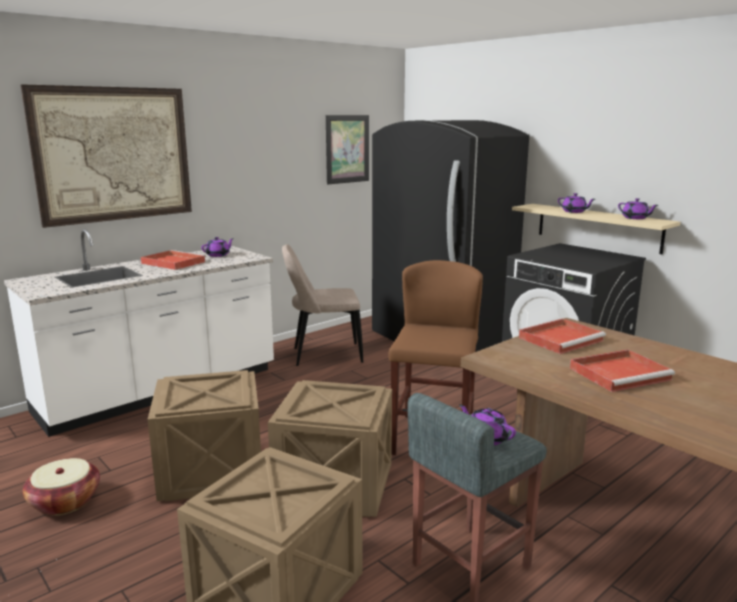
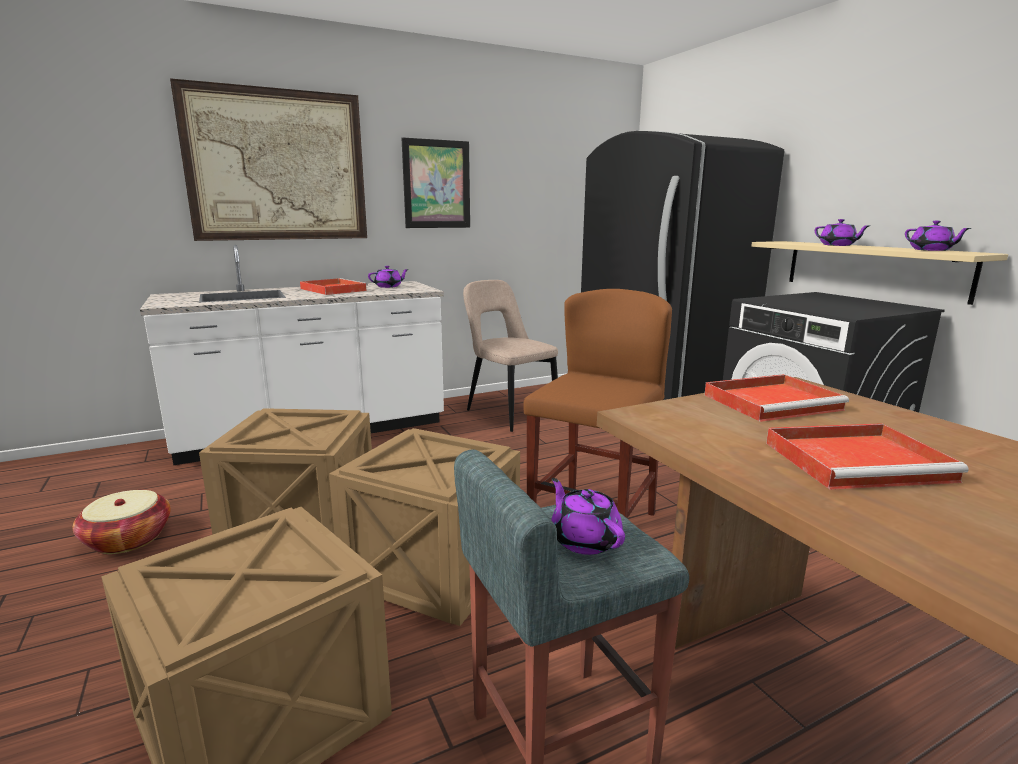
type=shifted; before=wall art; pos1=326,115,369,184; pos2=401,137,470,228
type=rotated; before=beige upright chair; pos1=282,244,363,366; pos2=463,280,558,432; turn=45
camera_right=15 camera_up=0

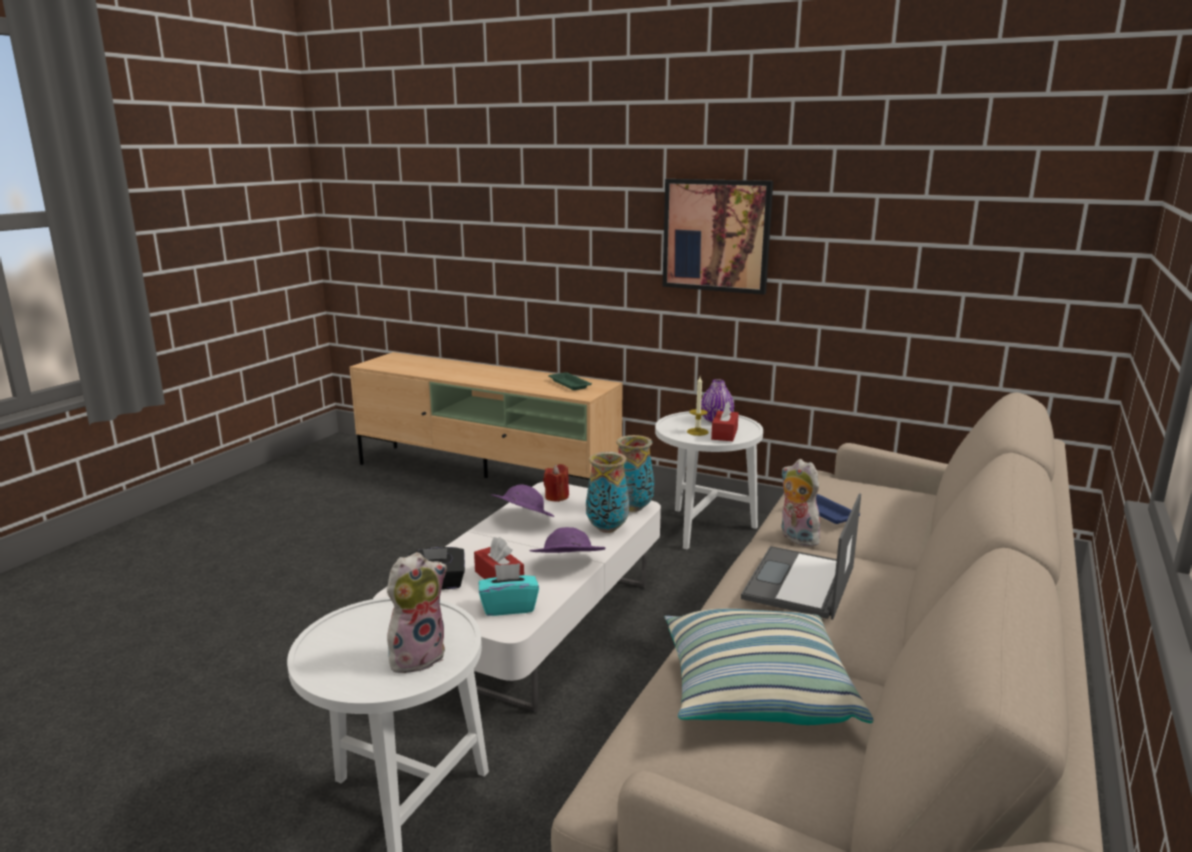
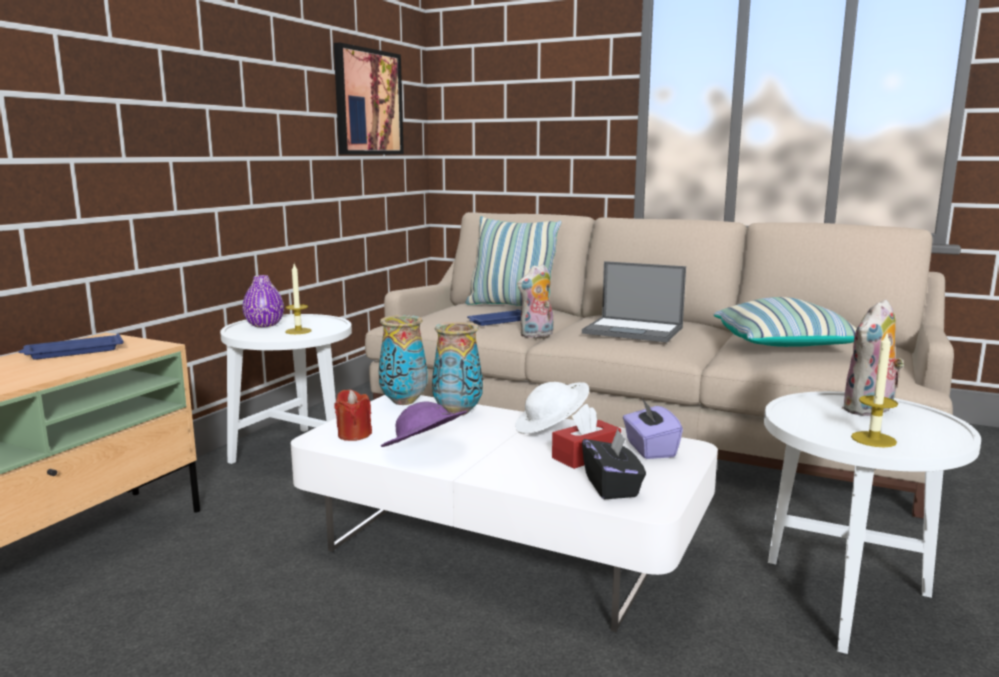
type=repainted; before=green-coloured serving tray; after=blue-coloured serving tray; pos1=548,372,592,390; pos2=19,334,124,360
type=shifted; before=wall art; pos1=663,179,773,295; pos2=334,43,404,155
type=new; after=throw pillow; pos2=466,216,562,306
type=repainted; before=purplish hat; after=white-coloured hat; pos1=530,527,606,553; pos2=515,382,589,434
type=repainted; before=turquoise-coloured tissue holder; after=purplish tissue holder; pos1=479,563,539,616; pos2=623,398,683,459
type=rotated; before=plush toy; pos1=387,552,447,673; pos2=842,299,904,416; turn=-90
type=new; after=candle; pos2=851,334,898,447
type=gone; before=reddish tissue holder; pos1=711,401,739,441
camera_right=-90 camera_up=-5

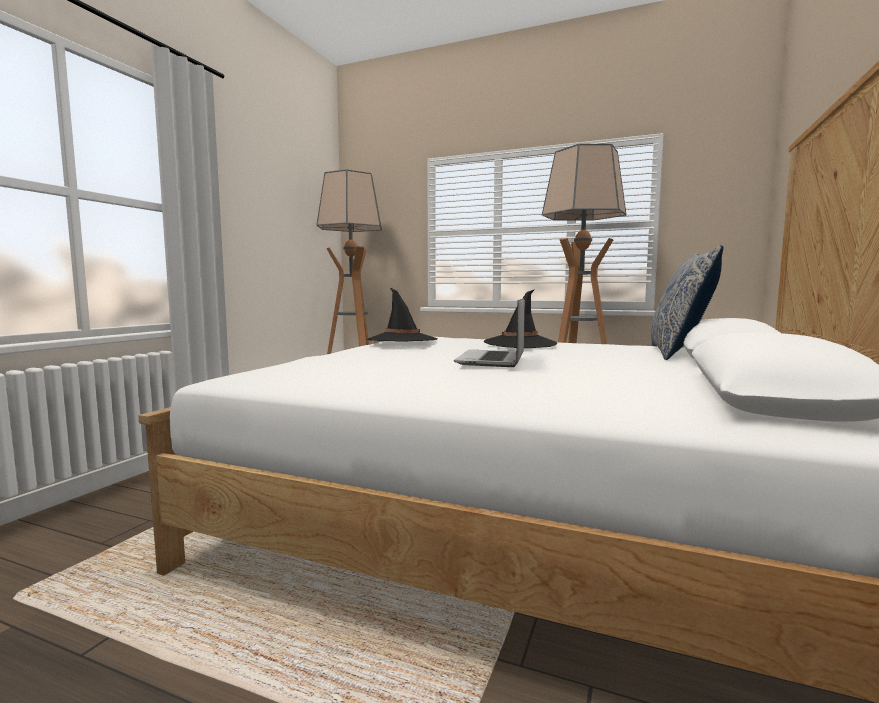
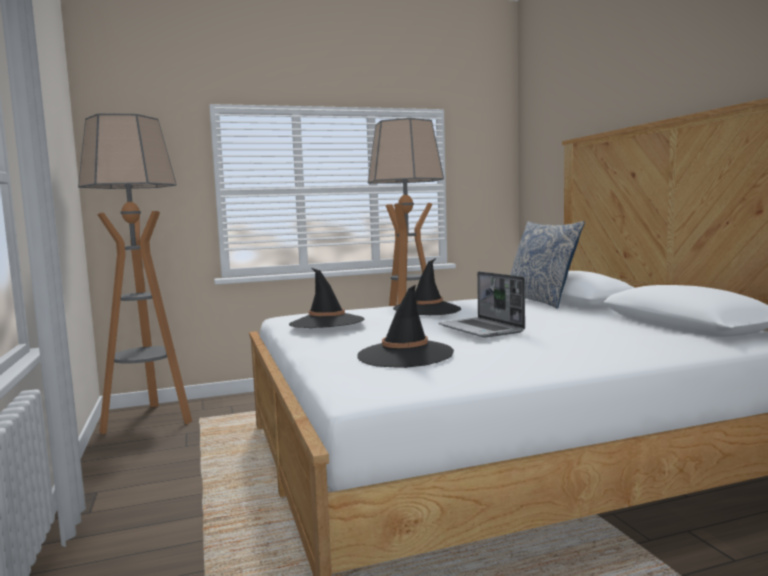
type=new; after=black hat; pos2=357,285,454,368
camera_right=-40 camera_up=0

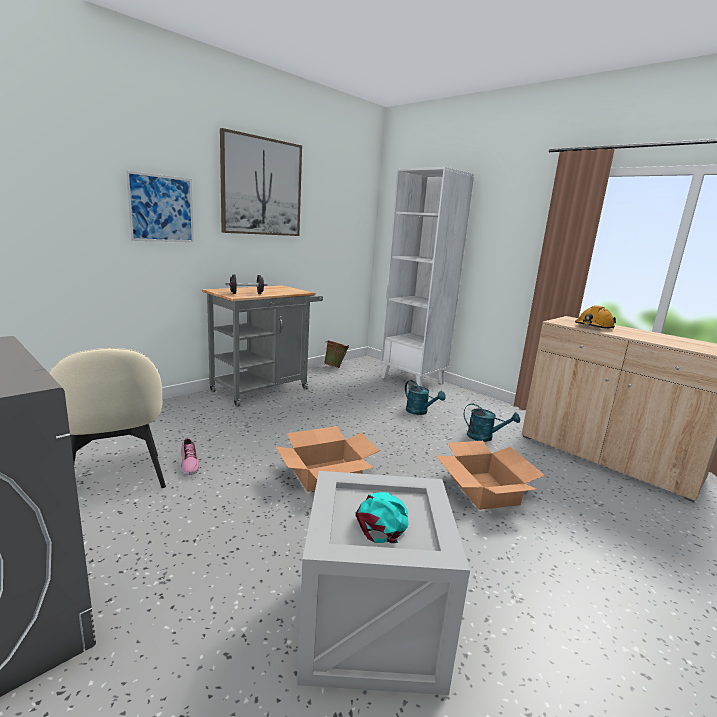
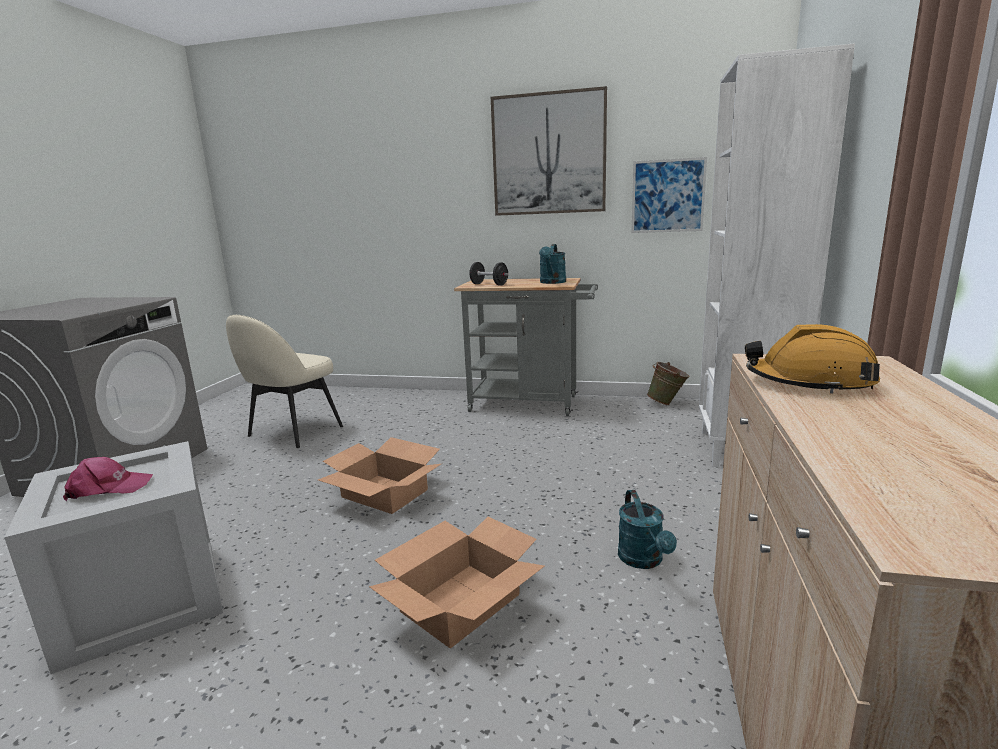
type=repainted; before=turquoise-coloured peaked cap; after=pinkish peaked cap; pos1=355,492,408,543; pos2=63,457,153,501
type=shifted; before=turquoise-coloured watering pot; pos1=405,380,446,415; pos2=539,244,566,284
type=shifted; before=wall art; pos1=126,171,194,242; pos2=632,157,707,233
type=gone; before=item of footwear; pos1=181,438,200,475
camera_right=60 camera_up=0

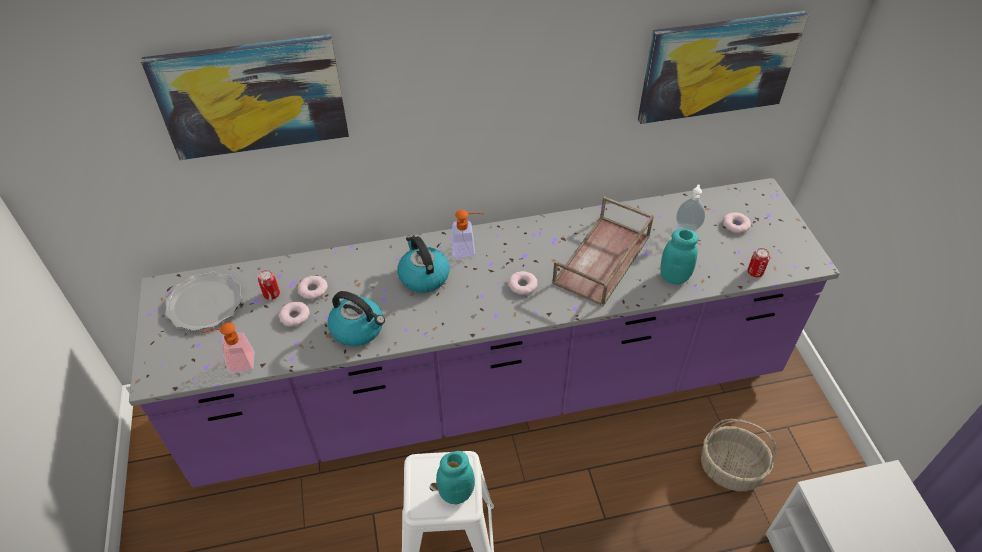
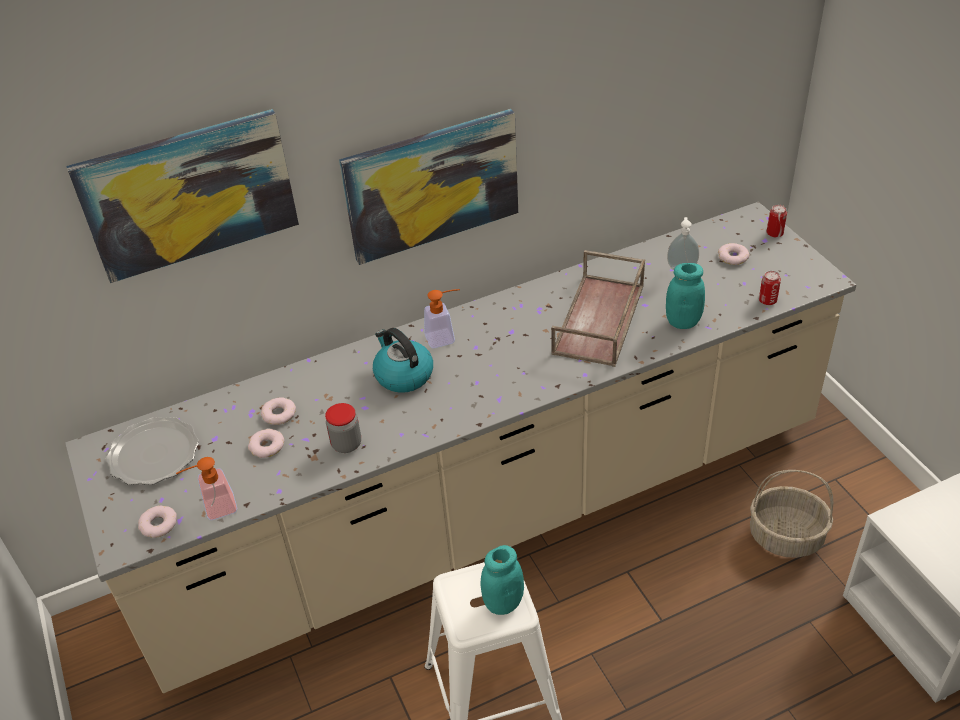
type=repainted; before=purplish counter; after=beige counter; pos1=129,178,840,487; pos2=65,202,856,693
type=shifted; before=donut; pos1=508,271,537,295; pos2=138,505,177,538
type=swapped; before=kettle; after=jar; pos1=328,291,385,346; pos2=325,403,361,453
type=shifted; before=wall art; pos1=638,11,809,124; pos2=339,109,518,265
type=shifted; before=sealed can; pos1=258,270,280,300; pos2=766,205,787,237
camera_right=-10 camera_up=-5

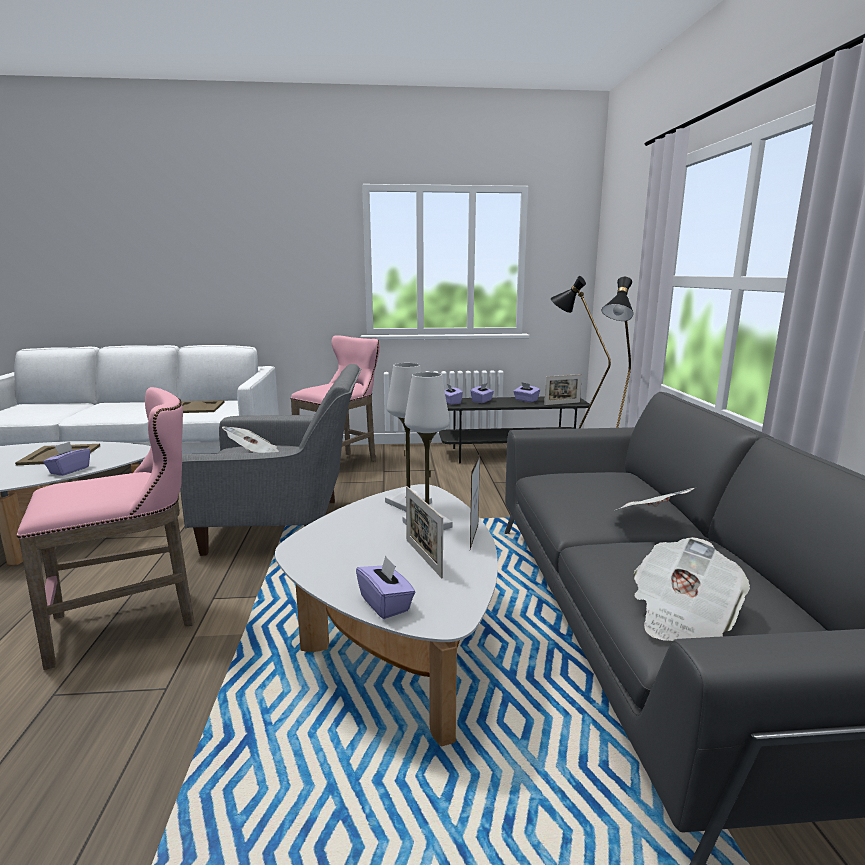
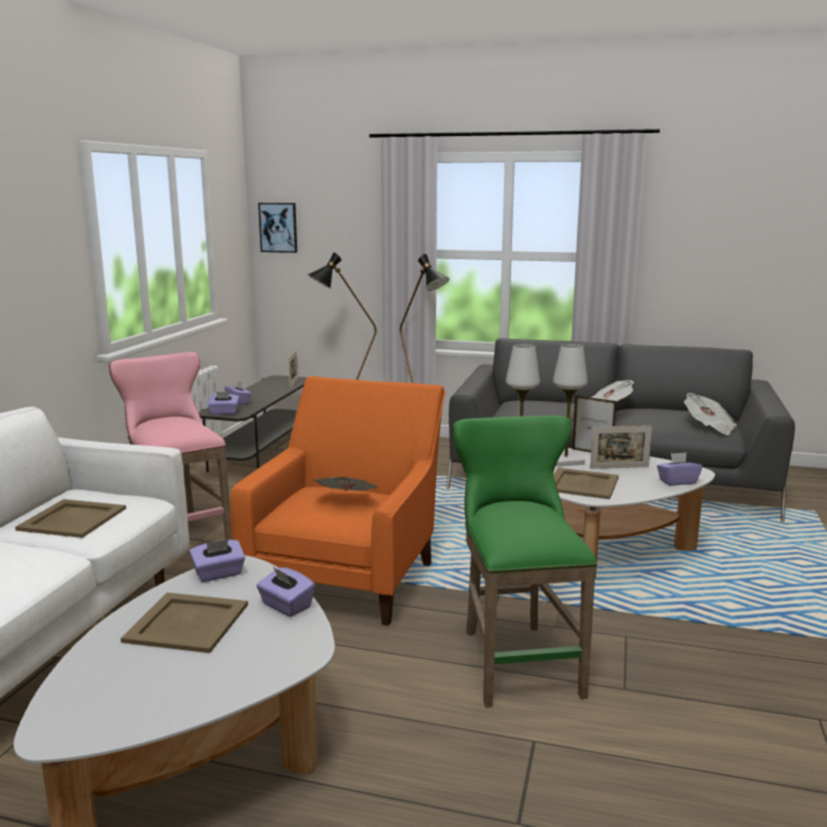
type=shifted; before=purplish tissue holder; pos1=513,382,540,402; pos2=189,540,245,582
type=repainted; before=greyish easy chair; after=orangey easy chair; pos1=180,364,361,556; pos2=230,376,446,626
type=new; after=wall art; pos2=258,203,297,253
type=repainted; before=pinkish stool seat; after=green-coloured stool seat; pos1=17,387,195,670; pos2=452,415,597,707
type=new; after=beige serving tray; pos2=553,468,619,499
camera_right=-70 camera_up=0

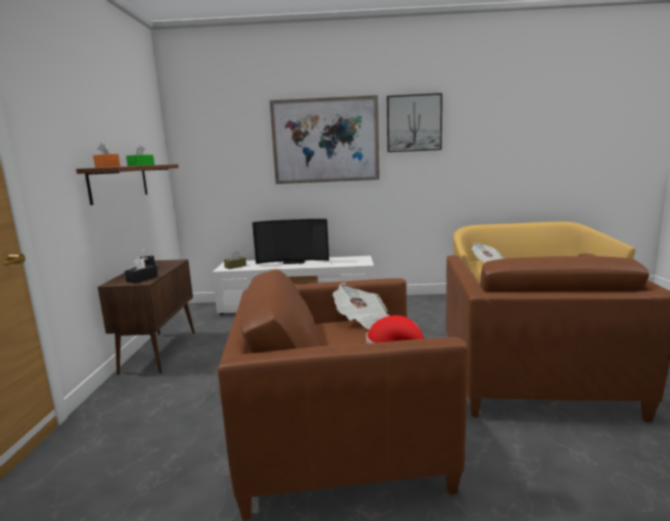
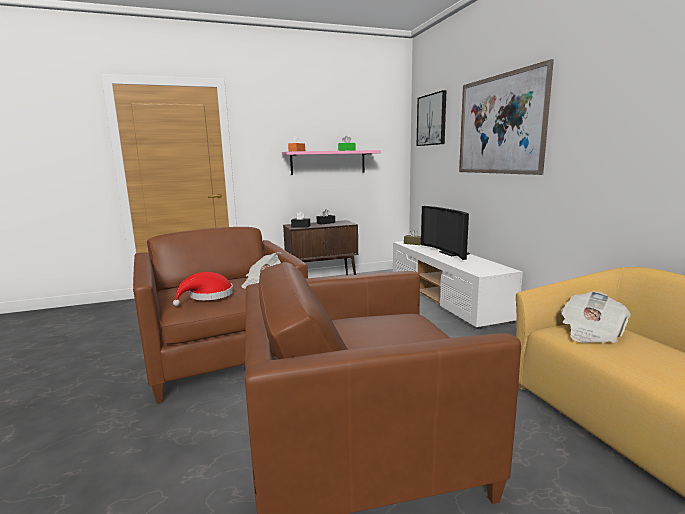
type=repainted; before=brown wall shelf; after=pinkish wall shelf; pos1=76,164,179,205; pos2=282,150,381,175
type=shifted; before=wall art; pos1=387,93,442,152; pos2=417,90,446,146
camera_right=70 camera_up=0

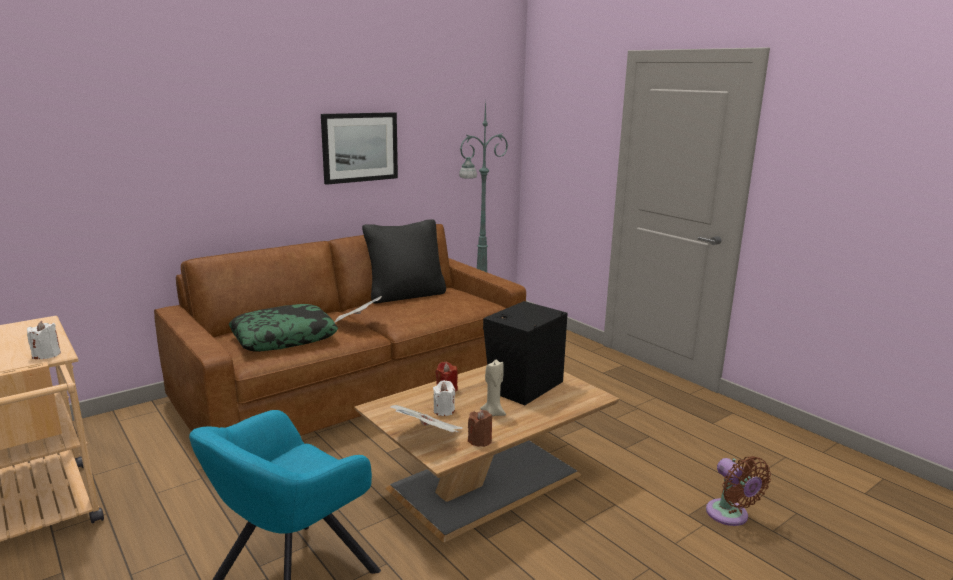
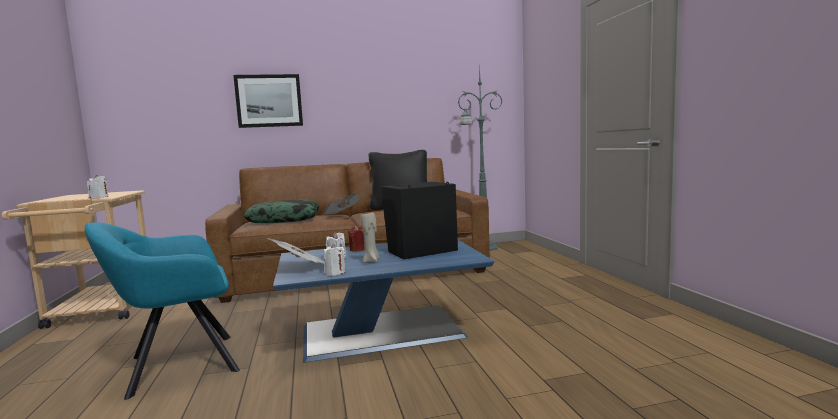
type=shifted; before=wall art; pos1=321,112,398,185; pos2=233,74,303,128
type=repainted; before=brown low table; after=blue-coloured low table; pos1=354,365,619,543; pos2=273,240,494,362
type=repainted; before=brown candle; after=white-coloured candle; pos1=468,410,492,447; pos2=323,244,345,276
type=gone; before=brown fan; pos1=706,456,771,526
camera_right=25 camera_up=-10

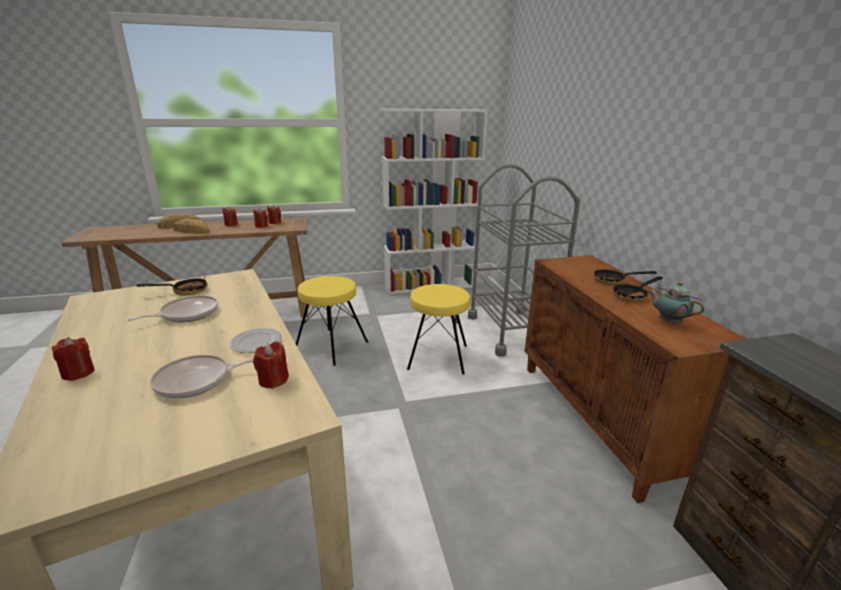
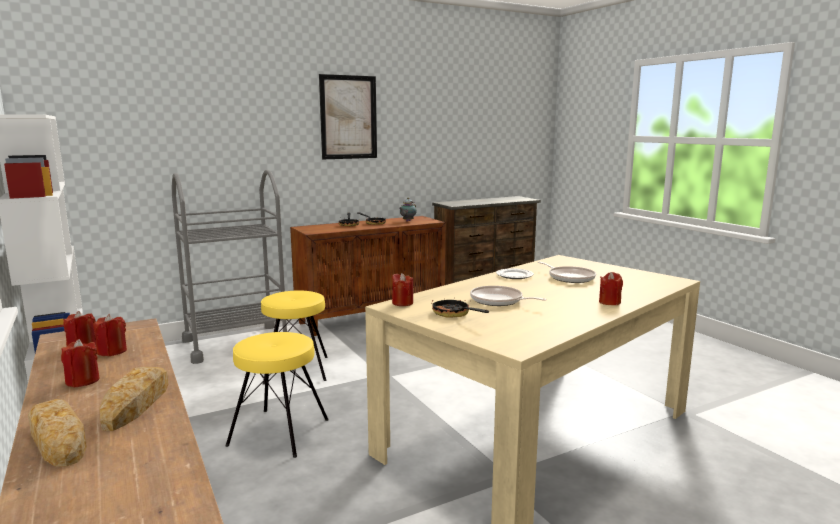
type=new; after=wall art; pos2=319,74,377,159
type=shifted; before=reddish candle; pos1=253,342,289,389; pos2=392,273,413,306
camera_right=-105 camera_up=-10

